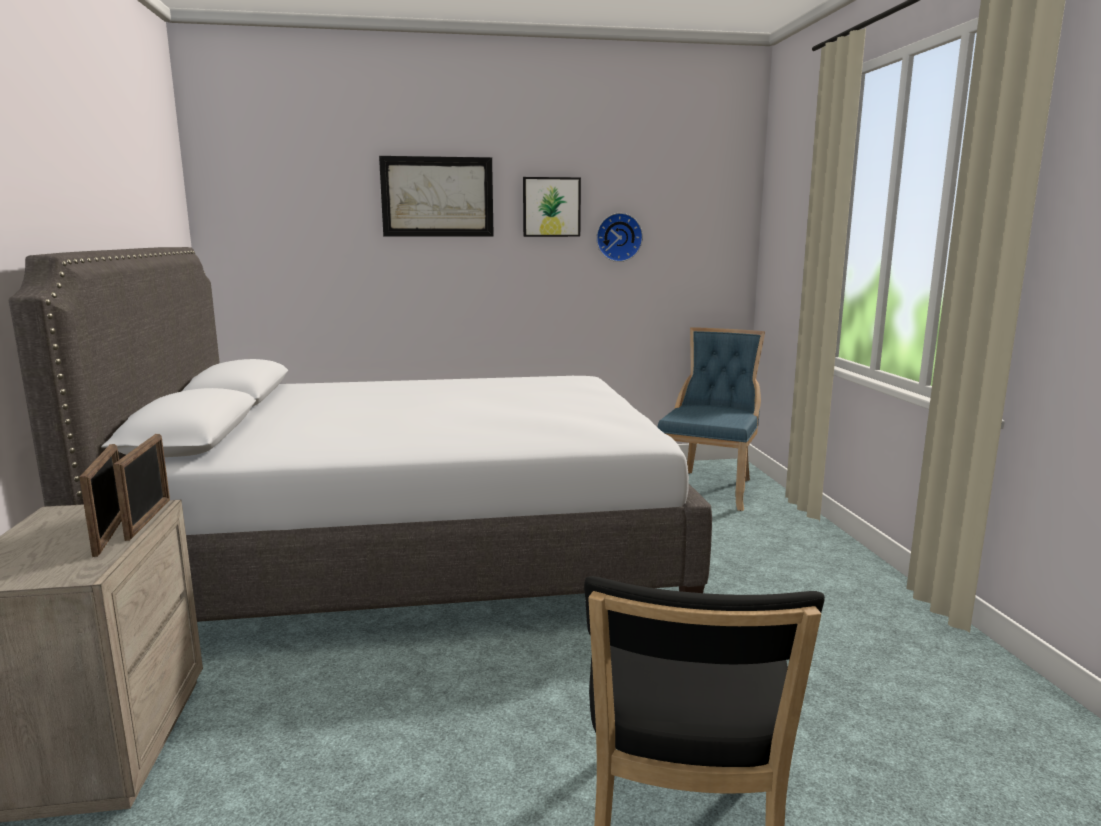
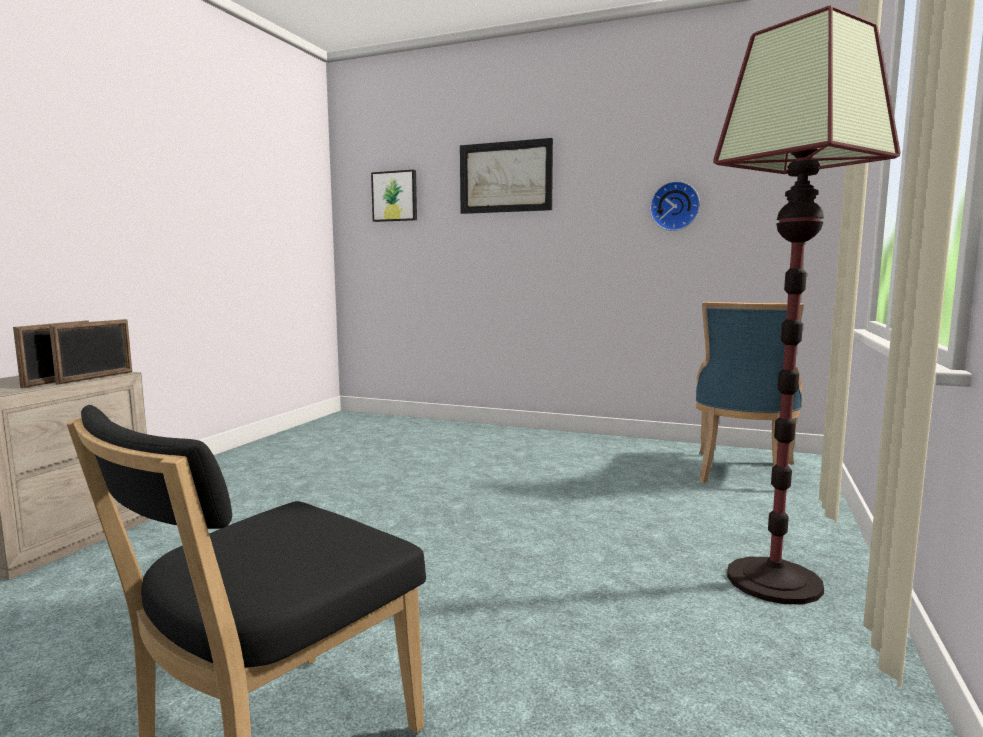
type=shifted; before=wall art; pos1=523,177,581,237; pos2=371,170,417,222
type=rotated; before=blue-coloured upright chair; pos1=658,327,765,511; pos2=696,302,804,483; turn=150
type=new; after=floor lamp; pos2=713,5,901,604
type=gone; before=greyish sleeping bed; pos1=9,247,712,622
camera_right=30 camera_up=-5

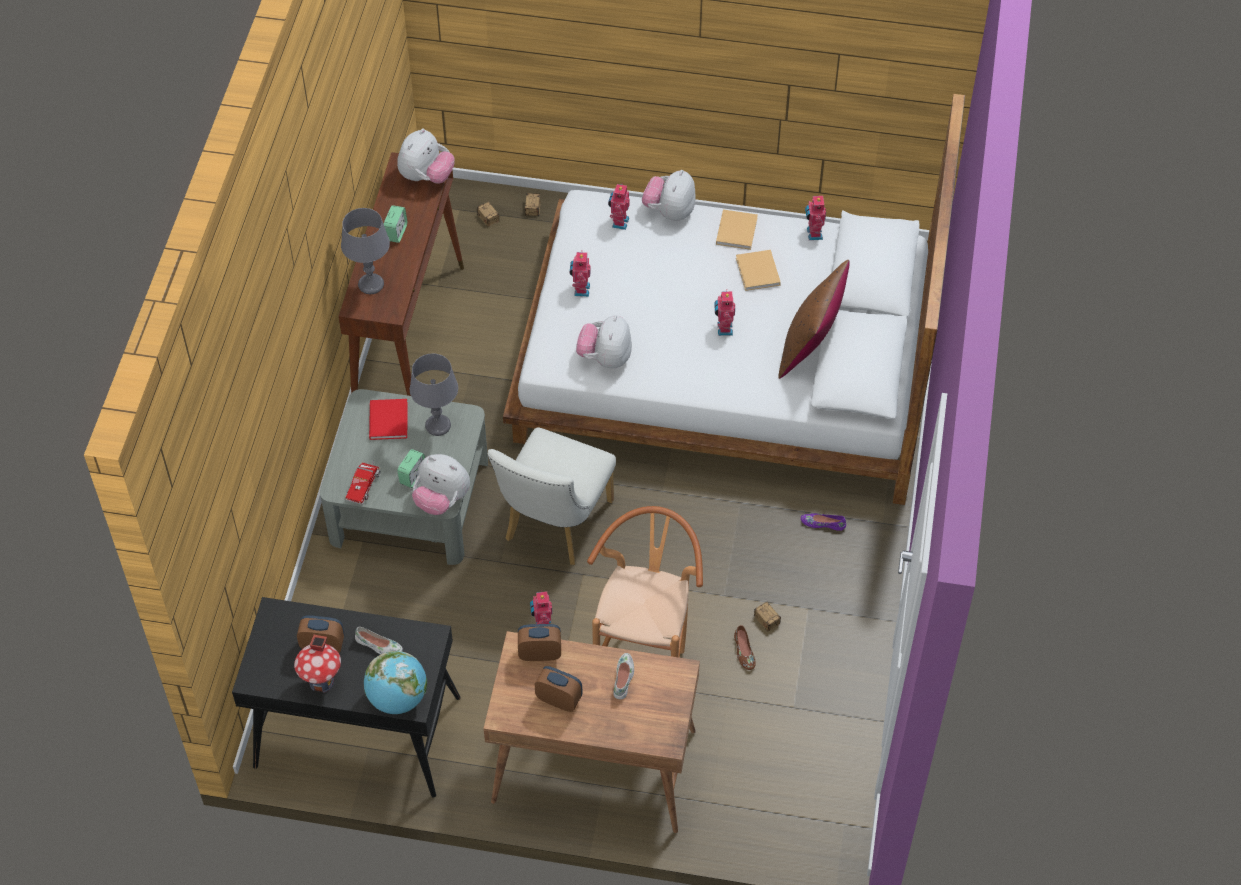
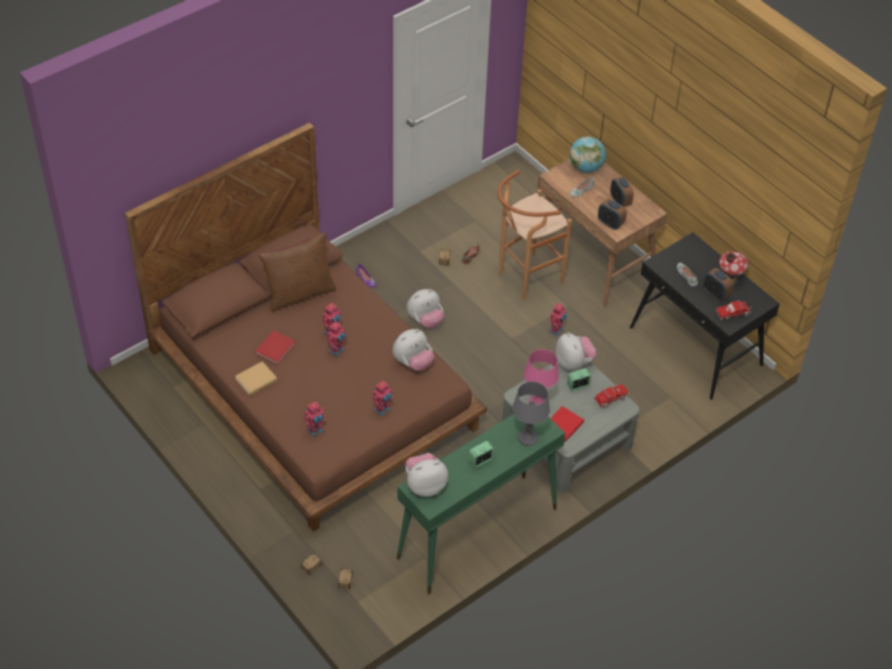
type=repainted; before=white-coloured sleeping bed; after=brown sleeping bed; pos1=503,94,965,505; pos2=125,123,487,532
type=repainted; before=beige bound book; after=reddish bound book; pos1=736,250,781,291; pos2=255,330,296,364
type=shifted; before=toy robot; pos1=805,194,826,240; pos2=327,321,347,356
type=repainted; before=brown hall table; after=green-coloured hall table; pos1=338,152,464,396; pos2=397,403,565,594
type=shifted; before=plush toy; pos1=642,170,695,221; pos2=407,289,444,328
type=repainted; before=greyish lamp for a table; after=pinkish lamp for a table; pos1=410,353,458,436; pos2=524,349,559,405
type=shifted; before=globe; pos1=364,651,427,714; pos2=570,136,606,173
type=new; after=toy truck; pos2=716,300,752,320
type=gone; before=white-coloured upright chair; pos1=487,427,616,565
camera_right=-140 camera_up=-5

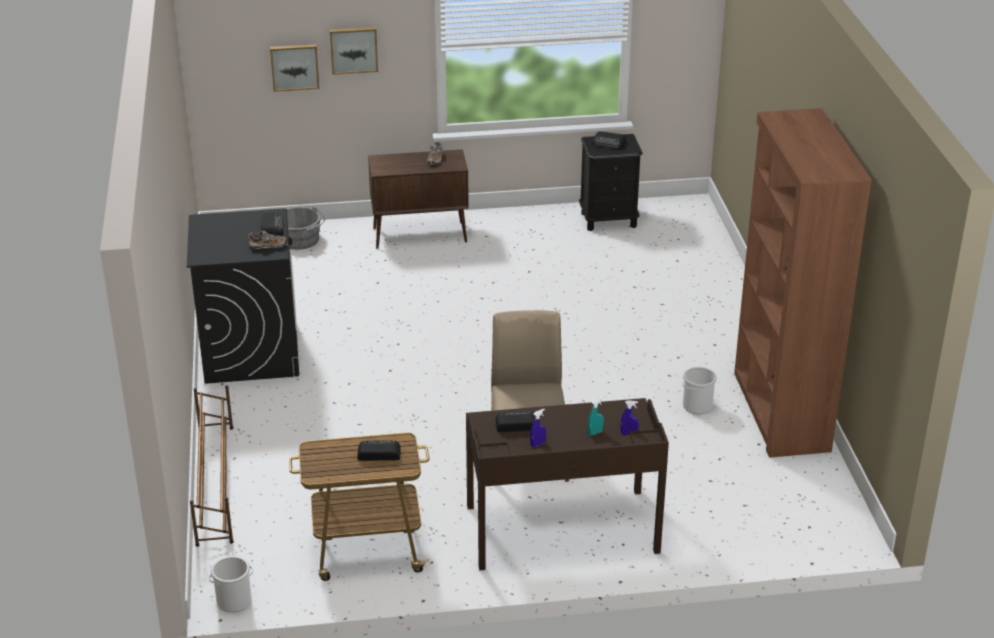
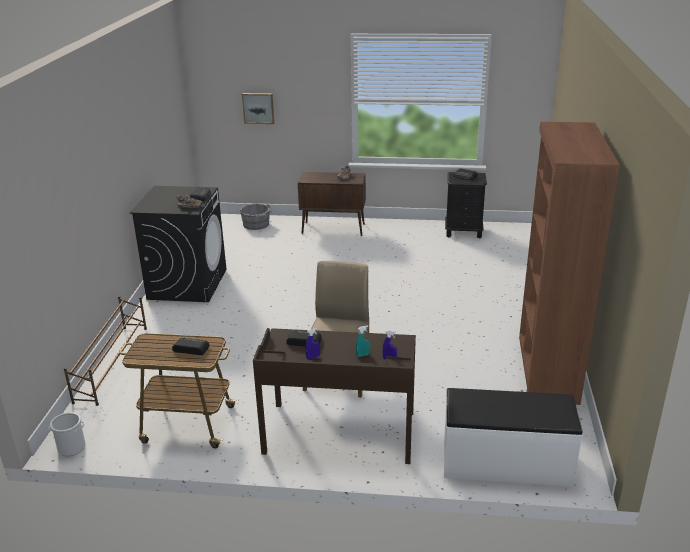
type=new; after=white-coloured long seat; pos2=444,388,583,487
type=gone; before=wall art; pos1=330,27,378,75
type=gone; before=pail; pos1=683,367,717,414
camera_right=15 camera_up=-5

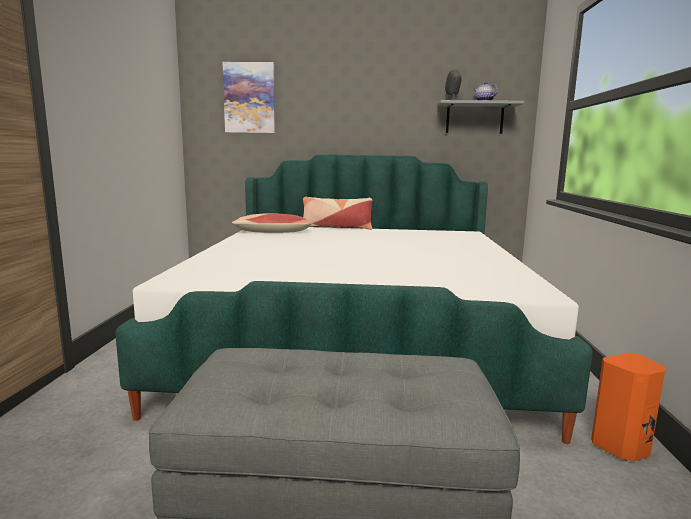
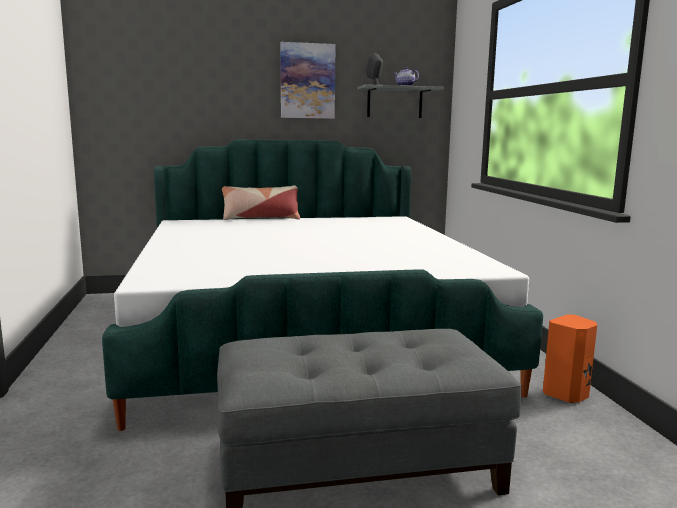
type=shifted; before=wall art; pos1=222,62,275,133; pos2=280,42,336,119
type=gone; before=throw pillow; pos1=232,213,312,233
camera_right=-15 camera_up=0

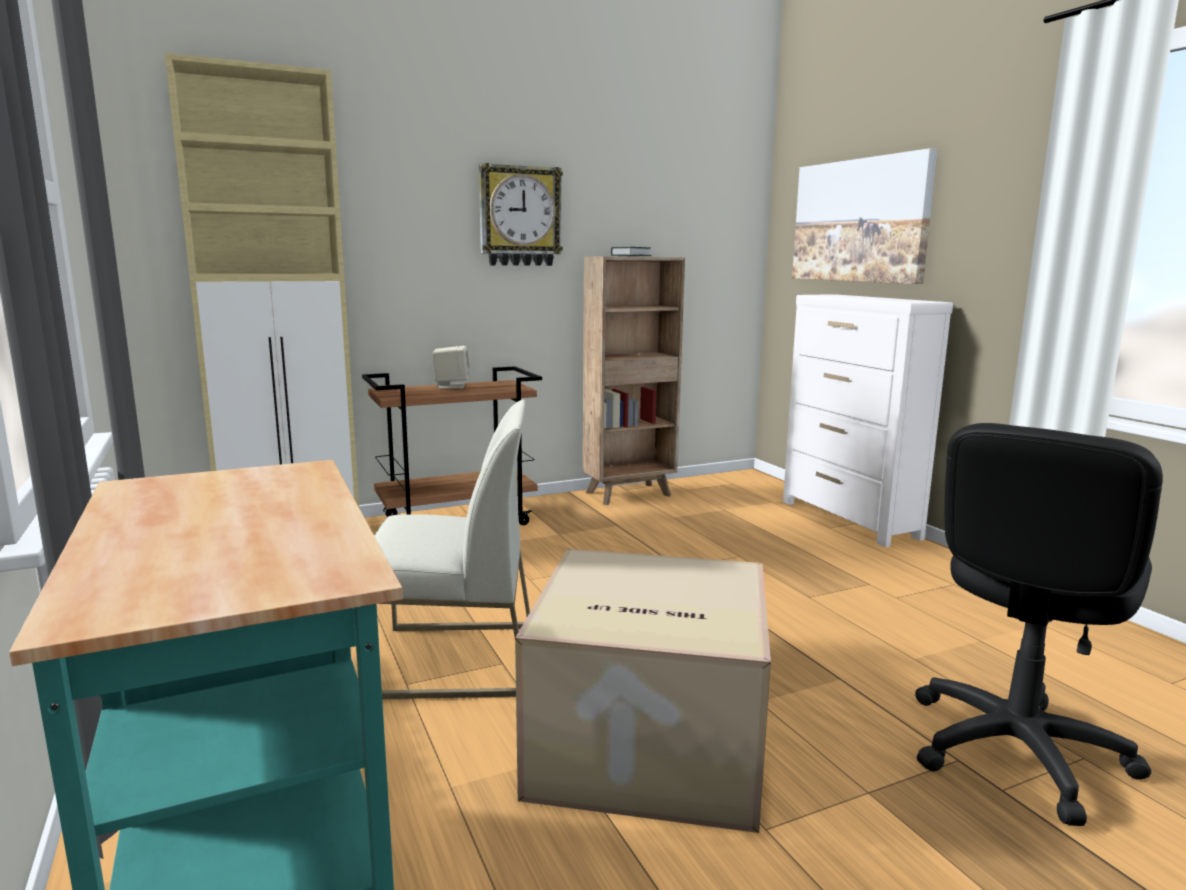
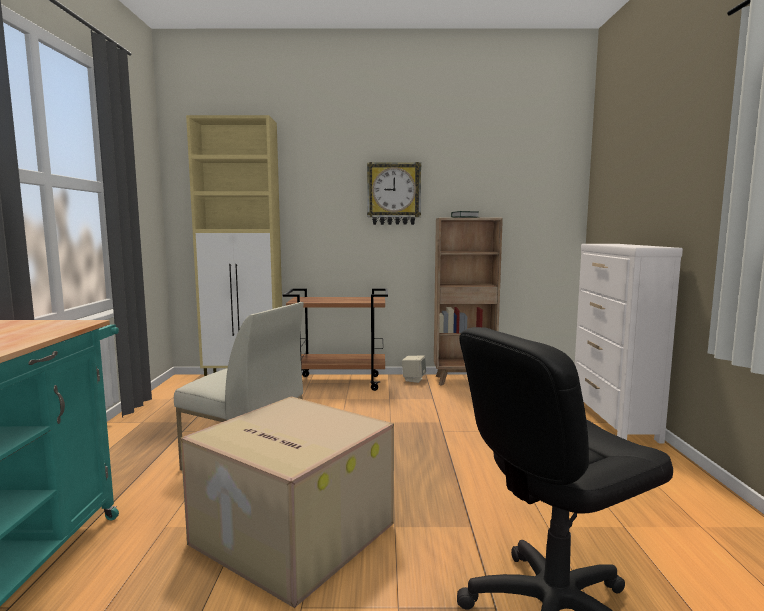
type=shifted; before=beige loudspeaker; pos1=432,346,470,389; pos2=402,355,426,383
type=gone; before=wall art; pos1=792,148,938,284
camera_right=25 camera_up=-5

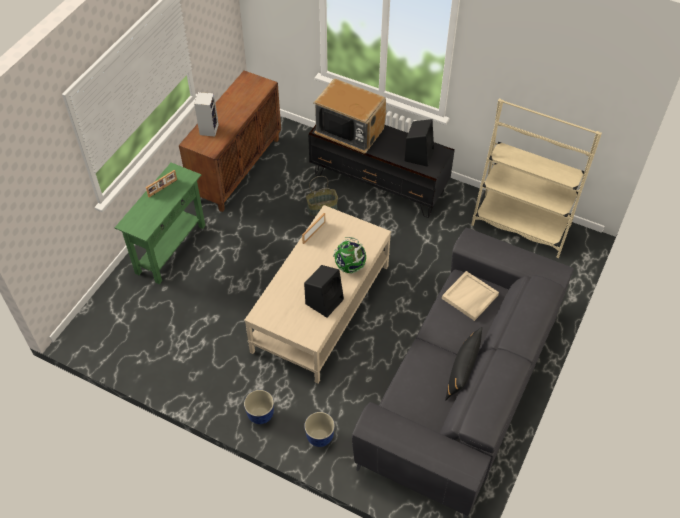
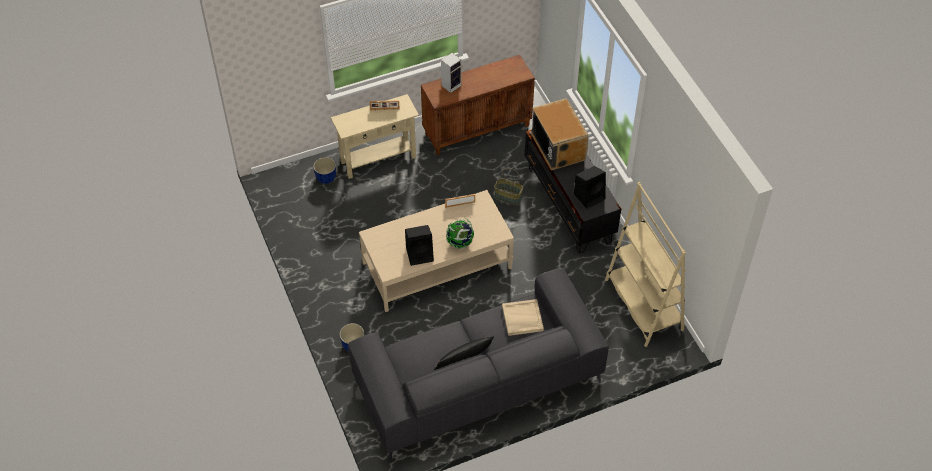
type=shifted; before=plant pot; pos1=244,390,274,424; pos2=313,157,336,184
type=repainted; before=green-coloured hall table; after=beige hall table; pos1=115,163,205,284; pos2=331,94,419,179
camera_right=40 camera_up=0

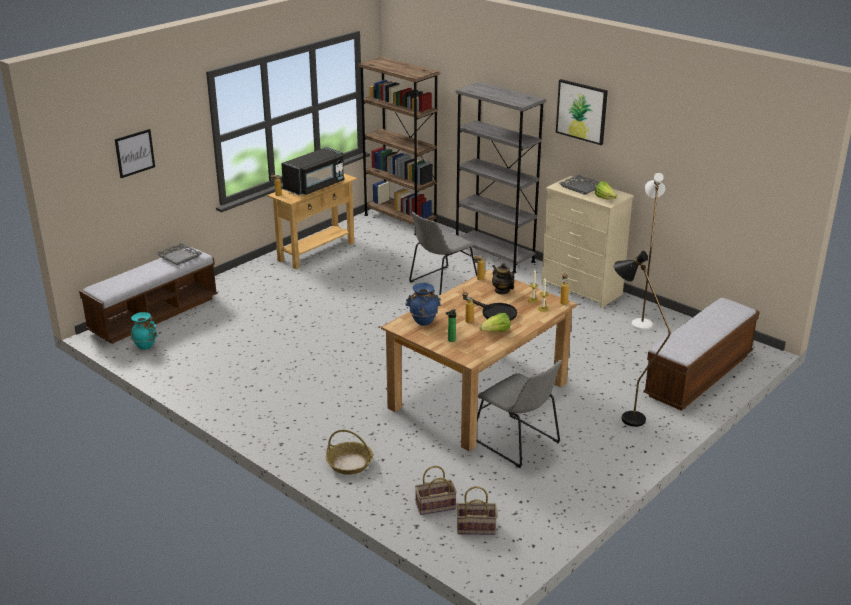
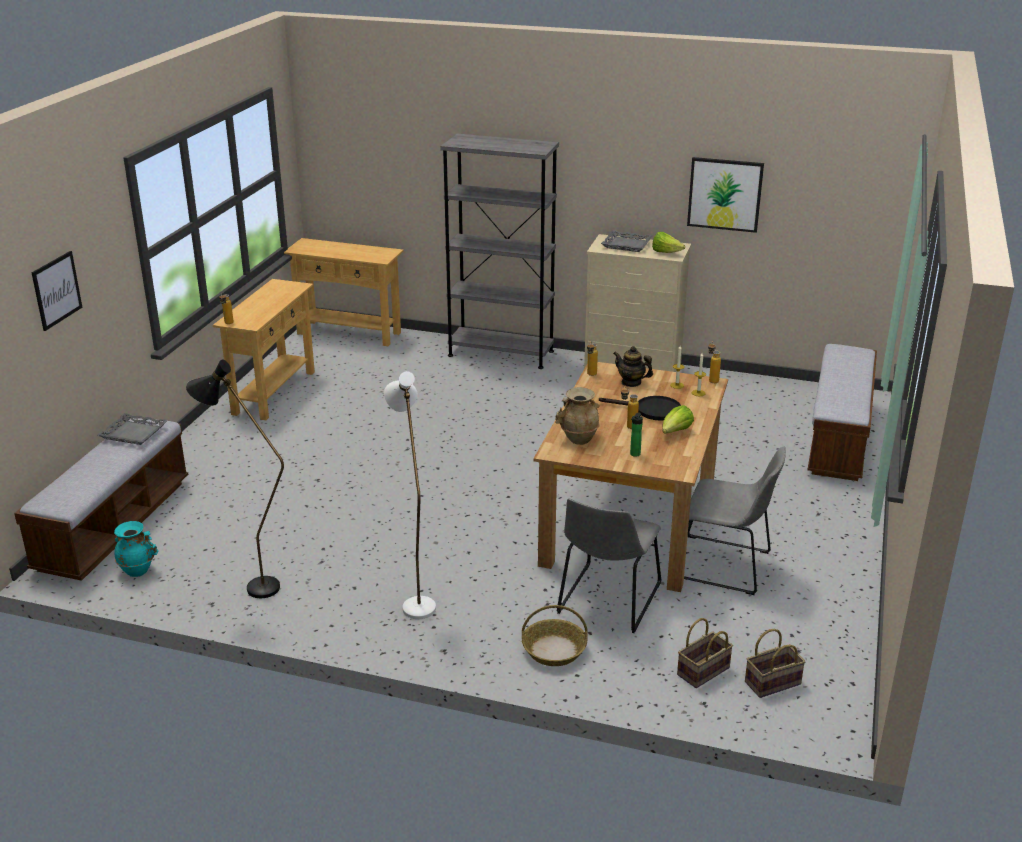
type=shifted; before=black floor lamp; pos1=614,251,671,427; pos2=186,360,284,598
type=swapped; before=brown bookcase; after=beige hall table; pos1=358,57,440,235; pos2=284,238,403,346
type=shifted; before=white-coloured floor lamp; pos1=632,173,665,330; pos2=384,371,436,619
type=repainted; before=blue-coloured flower vase; after=beige flower vase; pos1=406,283,442,326; pos2=555,387,600,445
type=shifted; before=greyish upright chair; pos1=409,211,477,295; pos2=557,498,662,633
type=shifted; before=wall art; pos1=556,79,608,145; pos2=687,157,764,233
type=gone; before=black microwave; pos1=281,147,345,196
camera_right=-25 camera_up=0

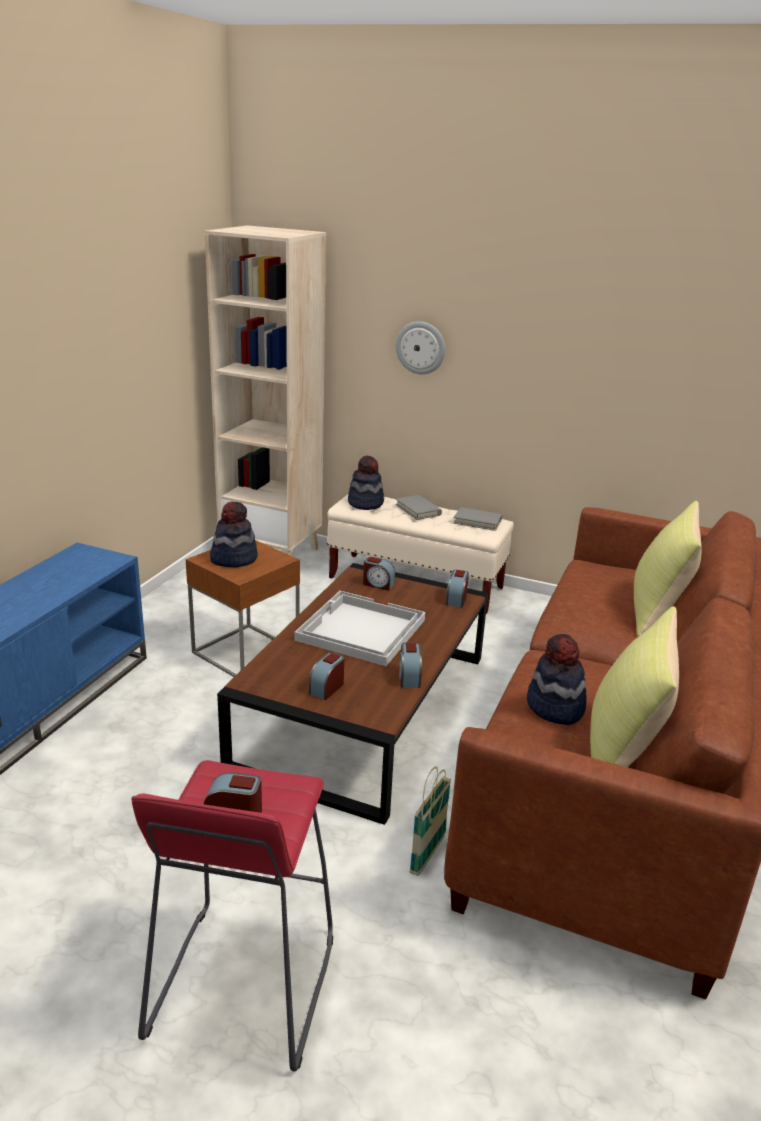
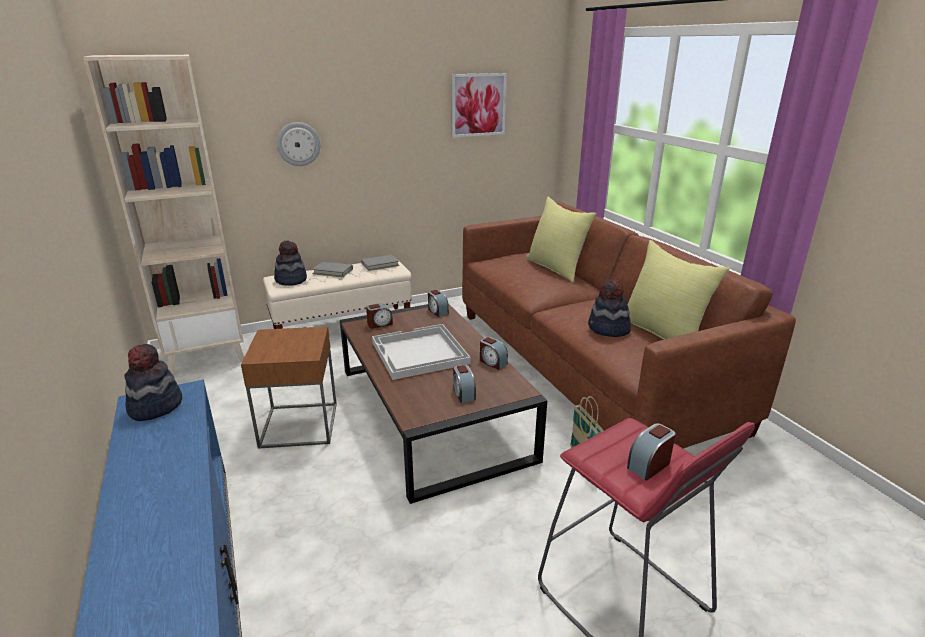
type=shifted; before=hat; pos1=210,501,258,568; pos2=124,344,182,421
type=new; after=wall art; pos2=451,73,507,138
camera_right=-45 camera_up=0

